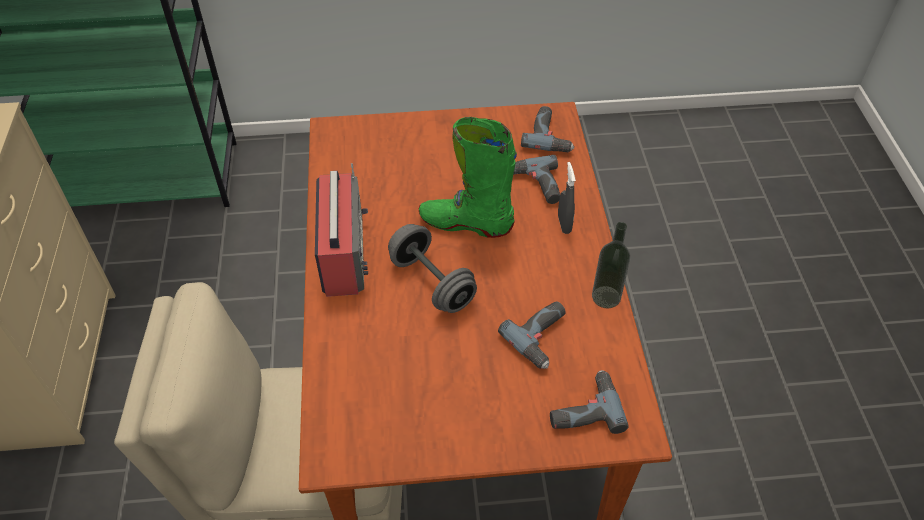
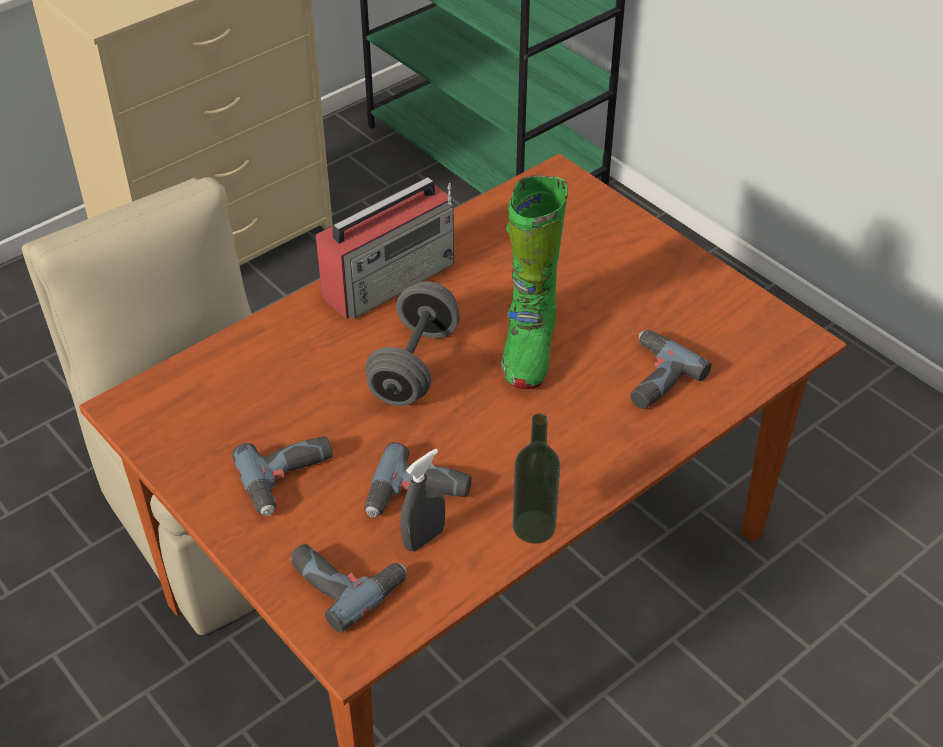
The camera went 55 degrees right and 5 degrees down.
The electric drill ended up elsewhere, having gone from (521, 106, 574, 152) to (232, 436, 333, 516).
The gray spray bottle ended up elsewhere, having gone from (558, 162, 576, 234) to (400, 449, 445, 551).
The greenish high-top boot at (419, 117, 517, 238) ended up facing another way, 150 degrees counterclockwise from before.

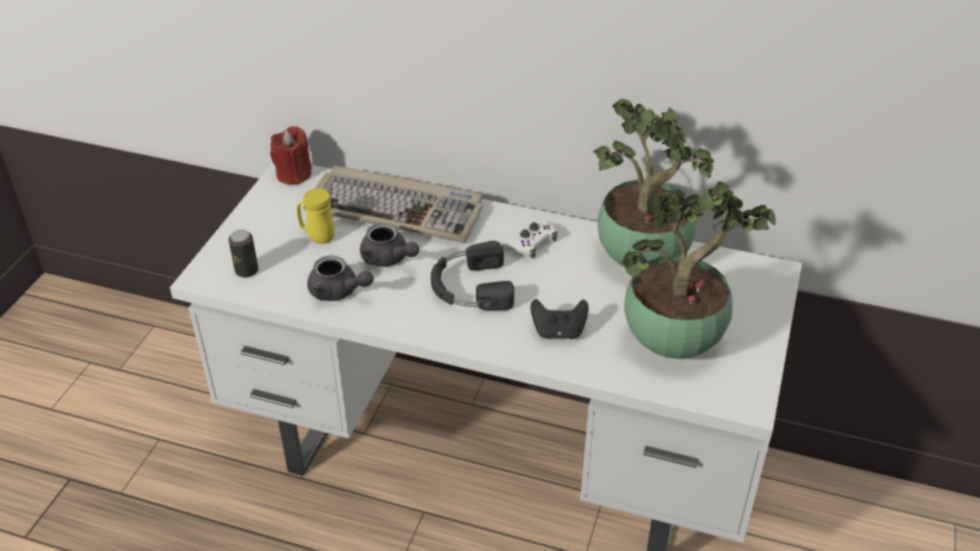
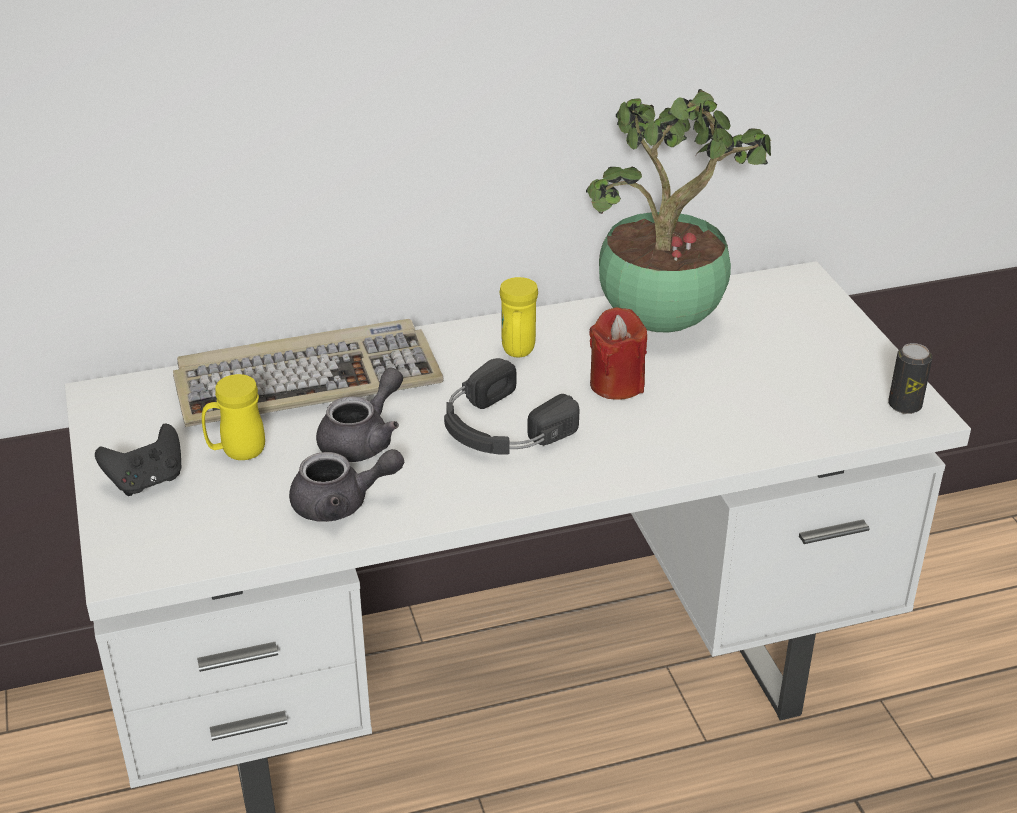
The camera went 35 degrees left and 5 degrees down.
The black gamepad ended up elsewhere, having gone from (531, 299, 589, 339) to (95, 424, 181, 496).
The gray teapot at (360, 223, 419, 267) ended up facing another way, 60 degrees counterclockwise from before.
Where the white gamepad stood at (502, 220, 557, 258), the yellow-coloured mug came to stand at (499, 277, 538, 358).
The red-coloured candle ended up elsewhere, having gone from (270, 126, 312, 185) to (589, 307, 647, 400).
The sealed can ended up elsewhere, having gone from (229, 230, 258, 278) to (888, 343, 933, 414).
The second view lost the houseplant at (622, 181, 776, 359).

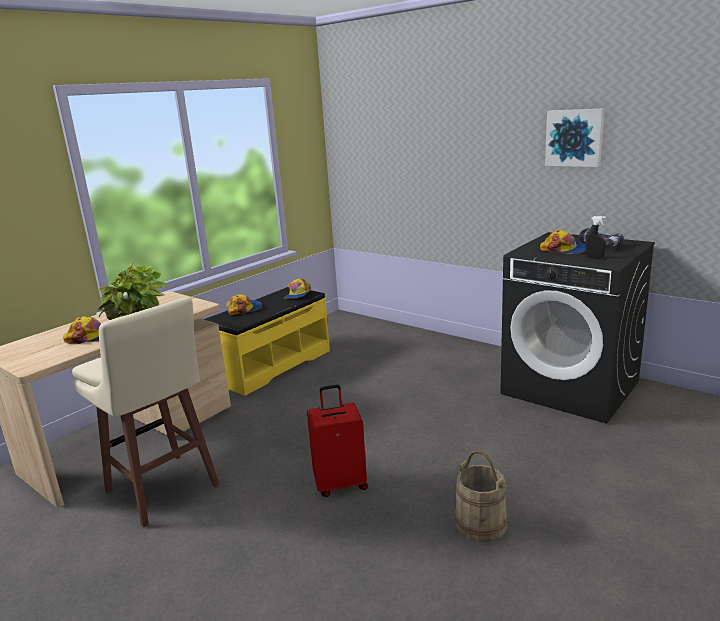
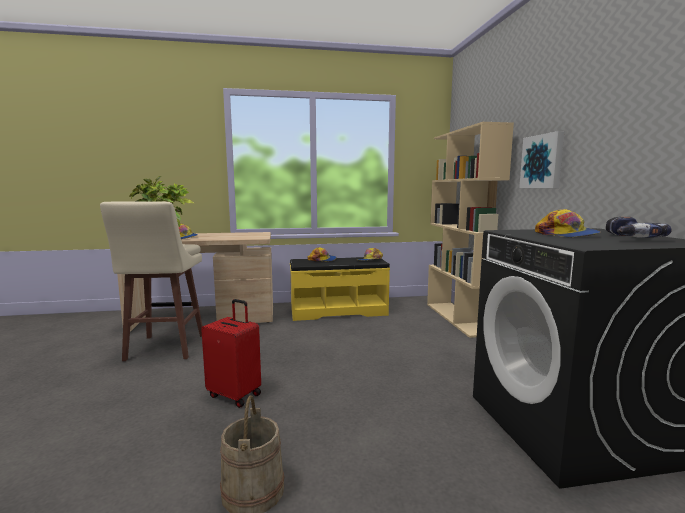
The camera went 40 degrees right and 10 degrees down.
The second view gained the sand-coloured bookcase at (427, 122, 514, 338).
The wall picture ended up elsewhere, having gone from (545, 108, 605, 167) to (519, 131, 564, 188).
The second view lost the black spray bottle at (586, 216, 606, 259).

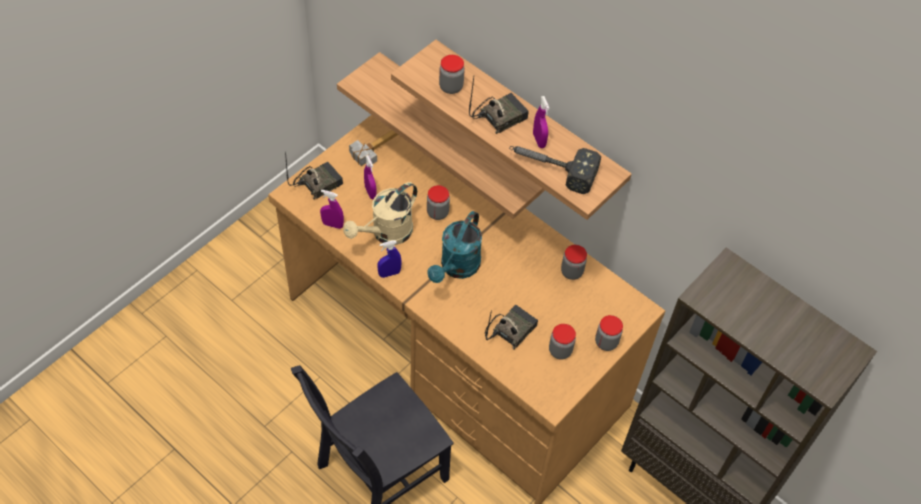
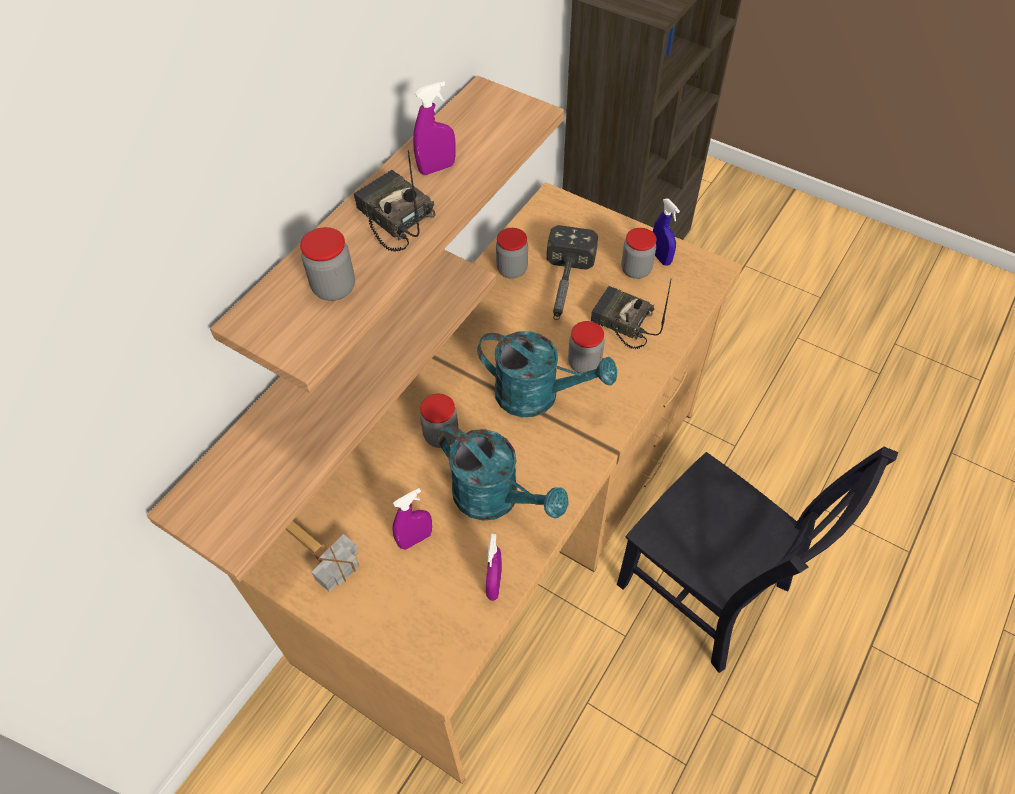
The camera went 95 degrees left and 0 degrees up.
What was the sand-coloured sprinkling can at (343, 182, 417, 245) turned into the turquoise sprinkling can at (437, 424, 569, 521).
The tool hammer ended up elsewhere, having gone from (509, 146, 601, 194) to (547, 225, 598, 320).
The preserve jar ended up elsewhere, having gone from (595, 315, 623, 351) to (568, 321, 605, 374).
The blue spray bottle ended up elsewhere, having gone from (377, 240, 402, 278) to (653, 198, 680, 266).
The second view lost the radio set at (285, 152, 343, 200).

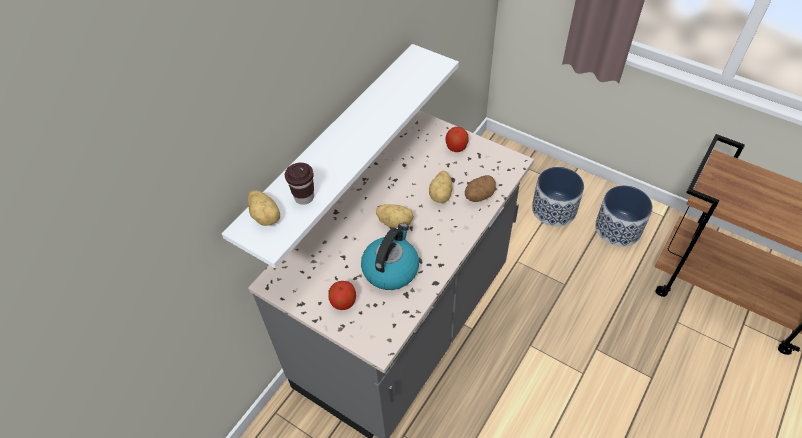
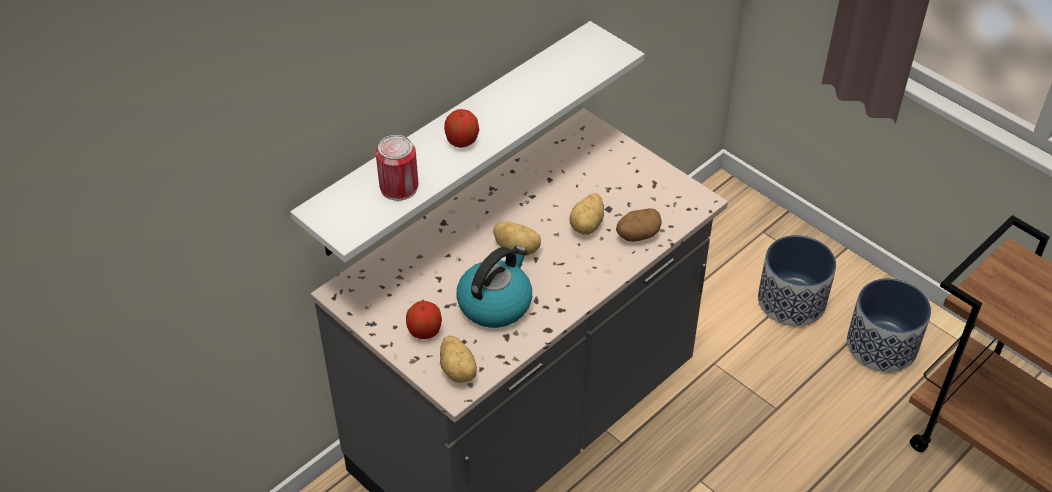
The camera went 10 degrees right and 5 degrees down.
Where the brown drinking cup stood at (285, 163, 314, 205), the sealed can came to stand at (376, 135, 418, 201).
The whole potato ended up elsewhere, having gone from (248, 190, 280, 226) to (440, 336, 477, 383).
The apple fruit ended up elsewhere, having gone from (445, 127, 469, 152) to (444, 109, 479, 148).

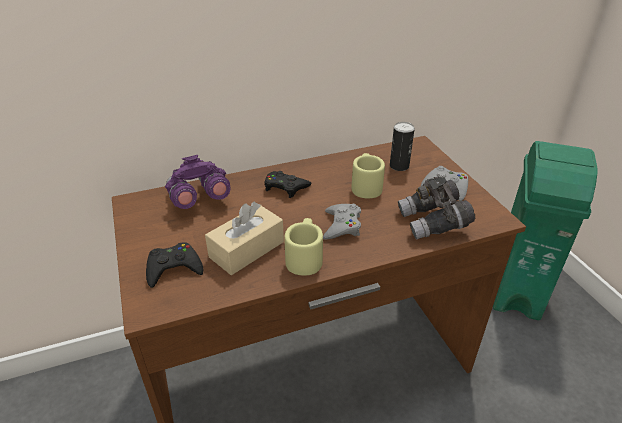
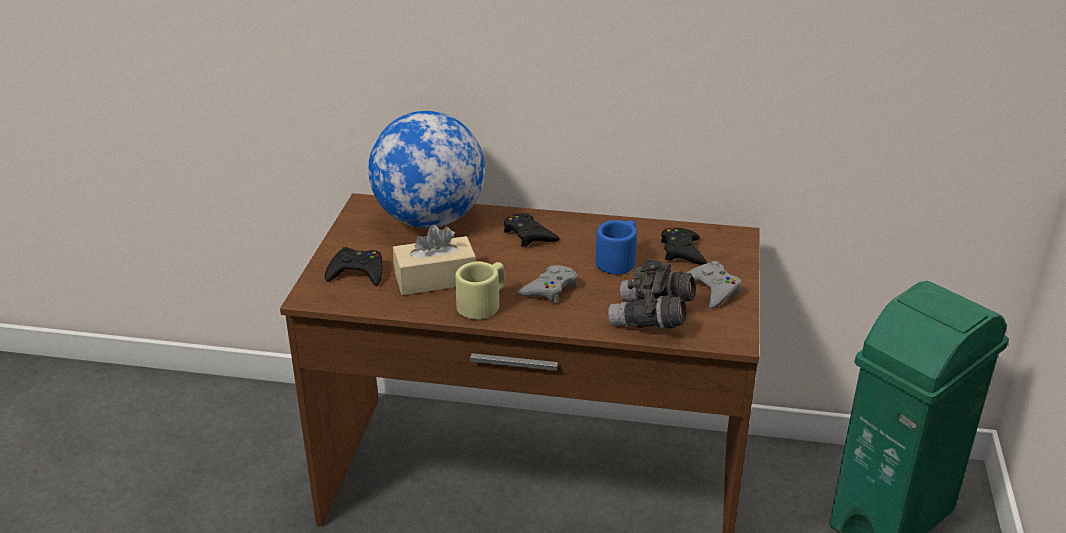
The camera went 30 degrees right and 5 degrees down.
Where the purple binoculars stood at (165, 155, 231, 209), the desk globe came to stand at (368, 111, 485, 228).
What was the sand-coloured mug at (351, 153, 385, 198) turned into the blue mug at (595, 220, 637, 274).
Where the sealed can stood at (390, 122, 415, 171), the black gamepad came to stand at (661, 227, 707, 265).

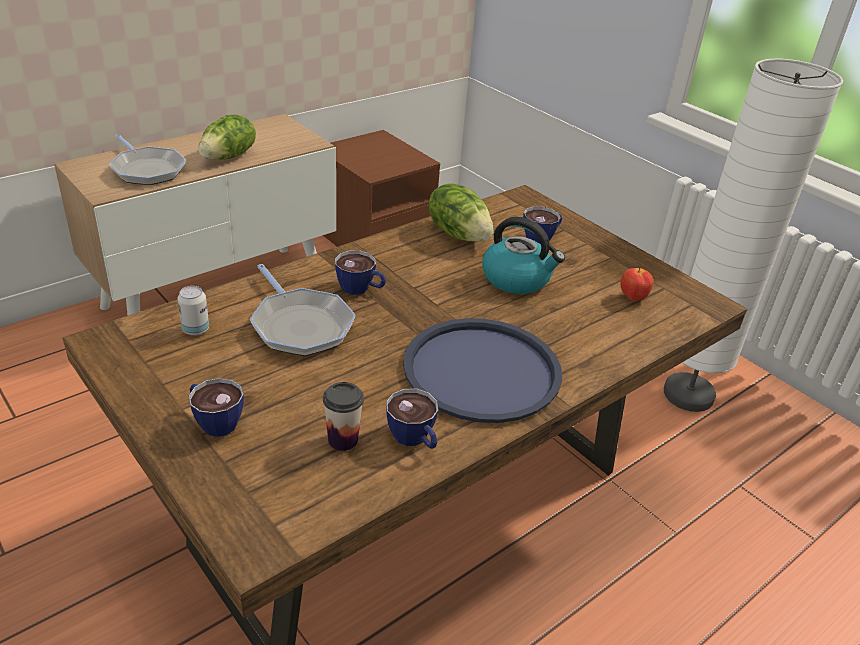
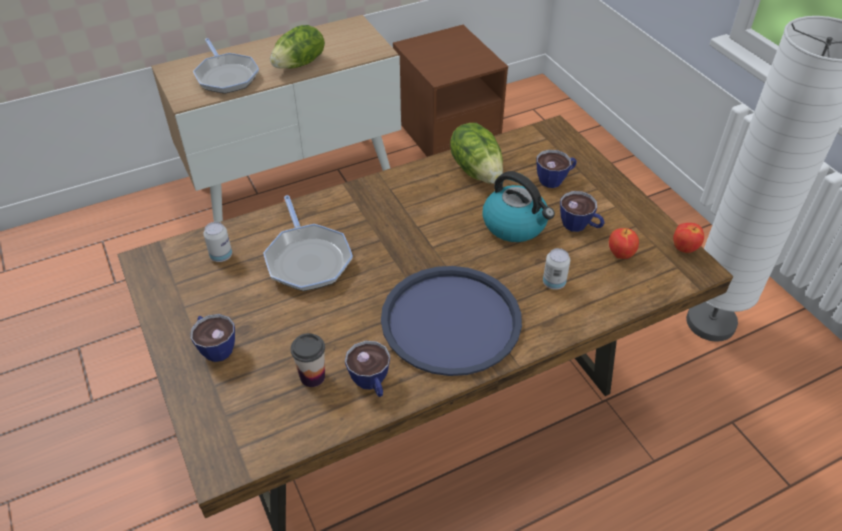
The camera went 15 degrees right and 10 degrees up.
The second view gained the sealed can at (543, 248, 570, 290).
The drinking cup ended up elsewhere, having gone from (335, 250, 386, 295) to (560, 191, 605, 232).
The second view gained the apple fruit at (673, 223, 704, 253).

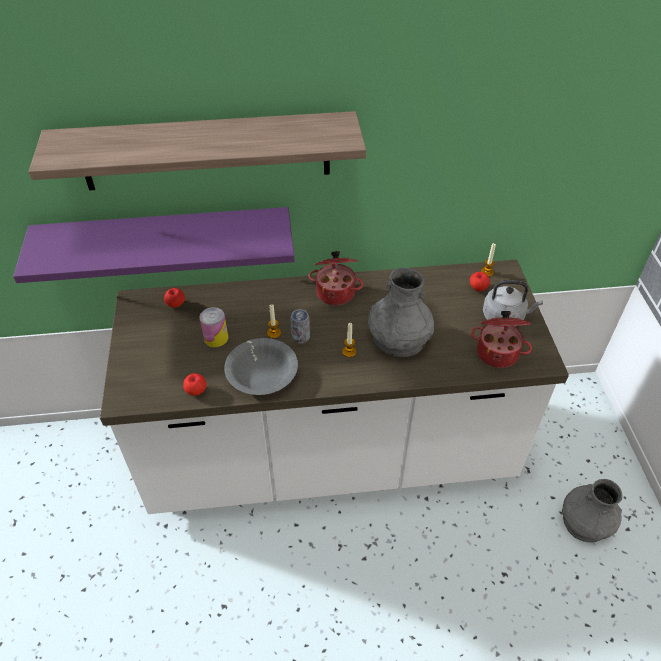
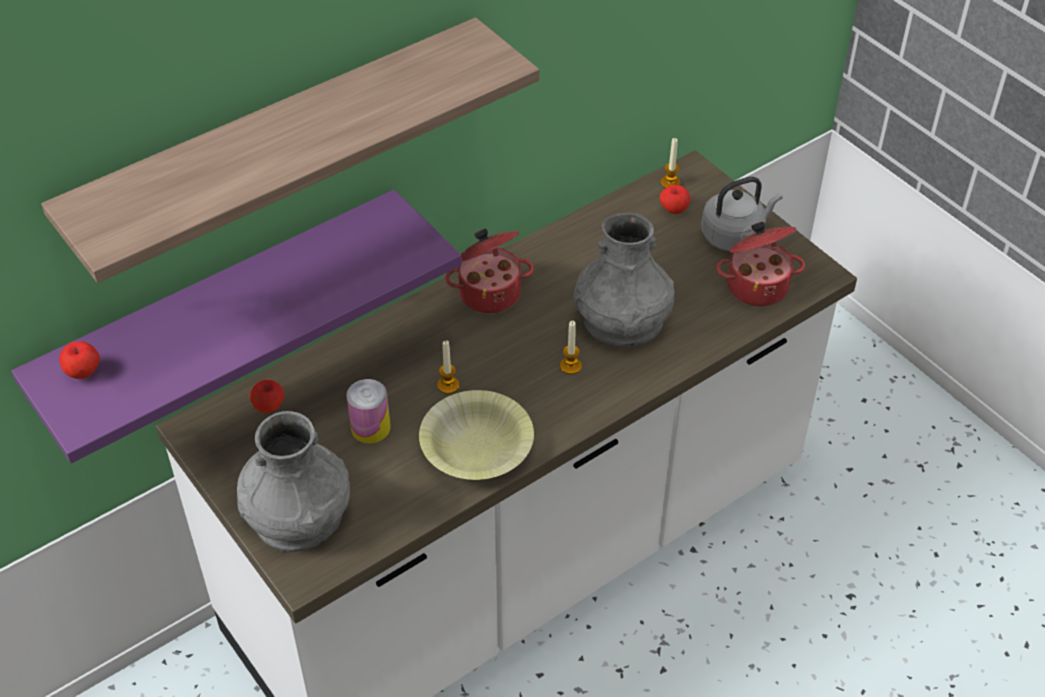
The camera went 30 degrees left and 0 degrees up.
The apple fruit ended up elsewhere, having gone from (183, 373, 206, 396) to (59, 341, 100, 379).
The gray decorative vase ended up elsewhere, having gone from (562, 479, 623, 542) to (237, 411, 350, 552).
What was the gray serving bowl at (224, 338, 298, 395) turned into the yellow-coloured serving bowl at (419, 390, 534, 480).
The second view lost the sealed can at (290, 309, 310, 344).

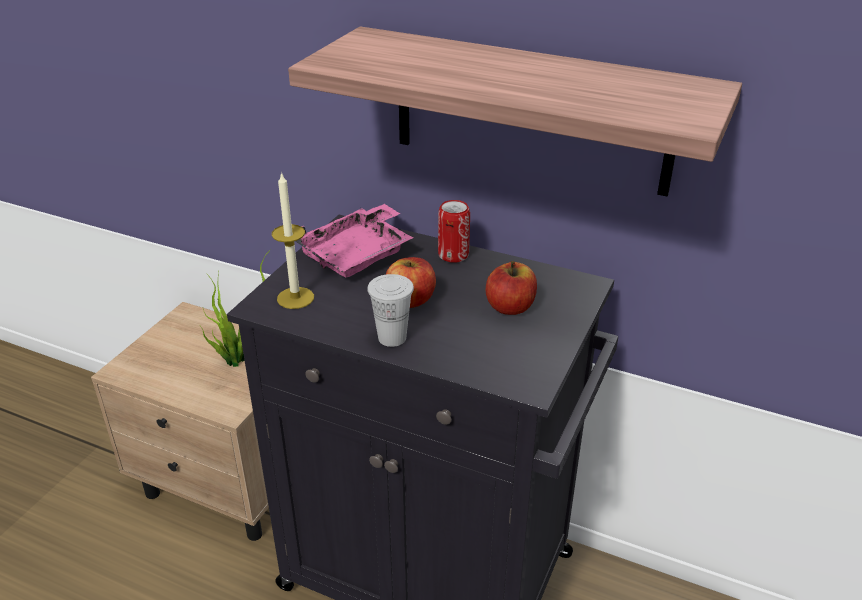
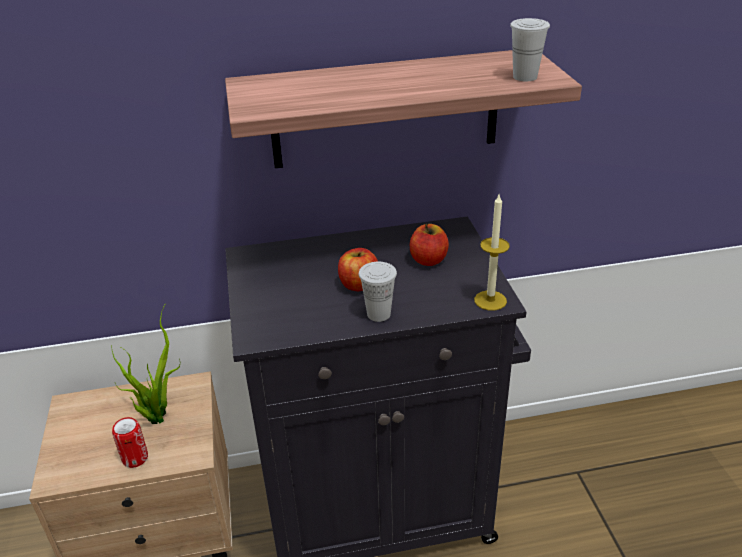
The camera went 35 degrees left and 0 degrees up.
The sealed can ended up elsewhere, having gone from (438, 200, 470, 263) to (112, 417, 148, 468).
The candle ended up elsewhere, having gone from (272, 172, 314, 309) to (474, 195, 510, 311).
The second view gained the white drinking cup at (510, 18, 550, 81).
The second view lost the pink tray at (295, 204, 414, 277).

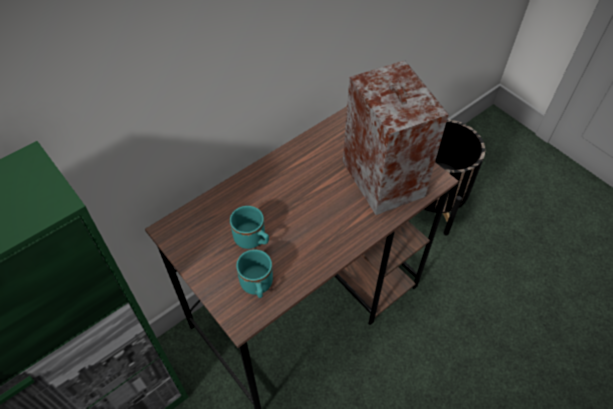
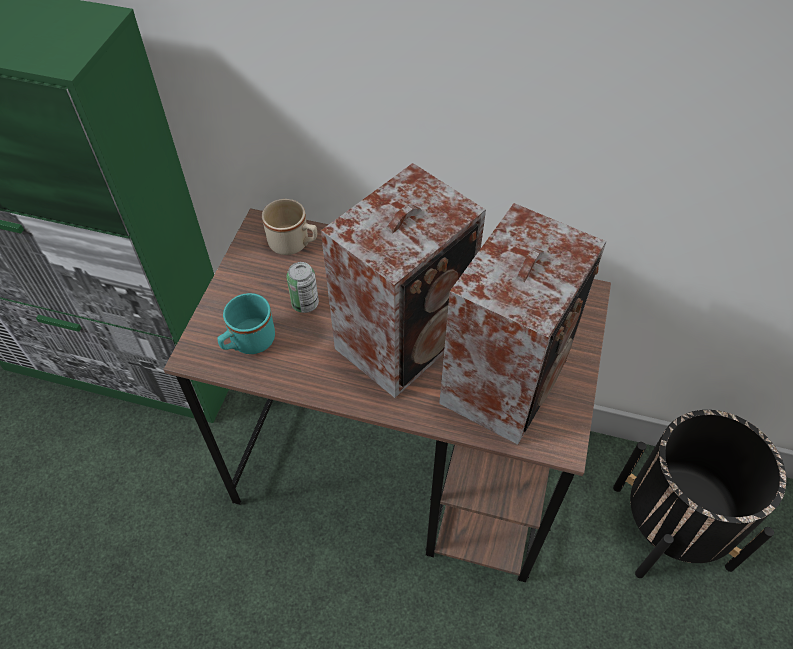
The camera went 55 degrees right and 0 degrees up.
The second view gained the sand-coloured mug at (262, 199, 317, 255).
Where the turquoise mug stood at (230, 206, 269, 249), the sealed can came to stand at (286, 262, 319, 313).
The second view gained the audio speaker at (321, 163, 486, 398).

